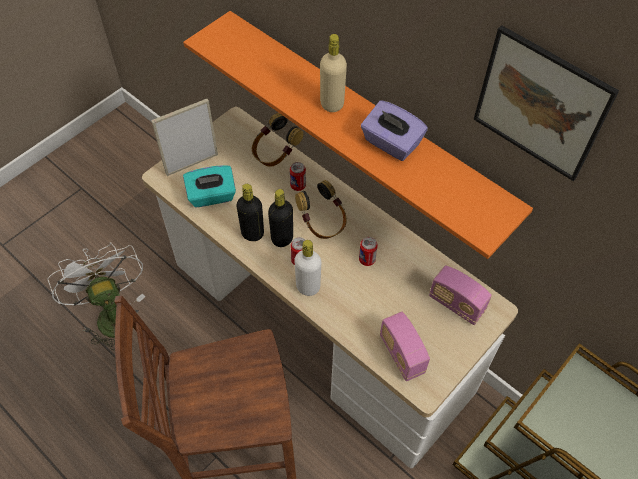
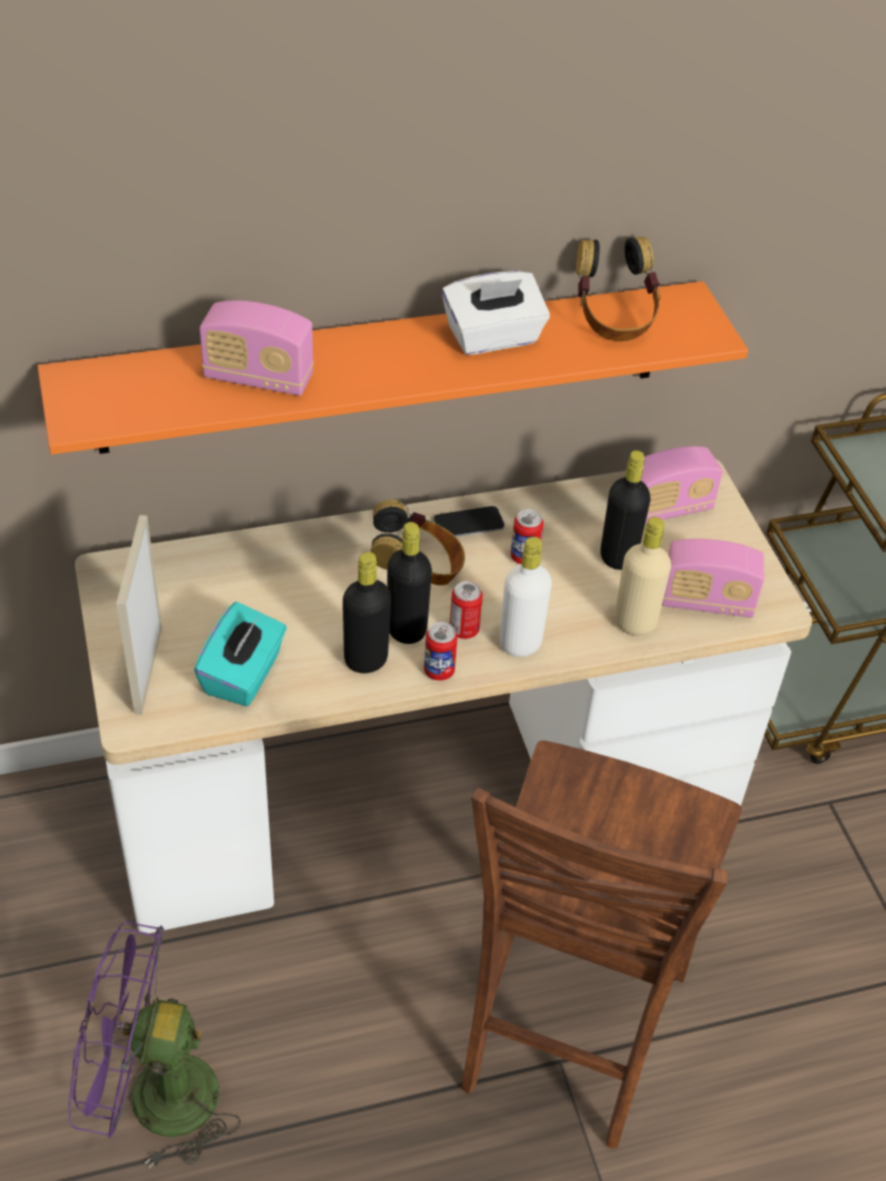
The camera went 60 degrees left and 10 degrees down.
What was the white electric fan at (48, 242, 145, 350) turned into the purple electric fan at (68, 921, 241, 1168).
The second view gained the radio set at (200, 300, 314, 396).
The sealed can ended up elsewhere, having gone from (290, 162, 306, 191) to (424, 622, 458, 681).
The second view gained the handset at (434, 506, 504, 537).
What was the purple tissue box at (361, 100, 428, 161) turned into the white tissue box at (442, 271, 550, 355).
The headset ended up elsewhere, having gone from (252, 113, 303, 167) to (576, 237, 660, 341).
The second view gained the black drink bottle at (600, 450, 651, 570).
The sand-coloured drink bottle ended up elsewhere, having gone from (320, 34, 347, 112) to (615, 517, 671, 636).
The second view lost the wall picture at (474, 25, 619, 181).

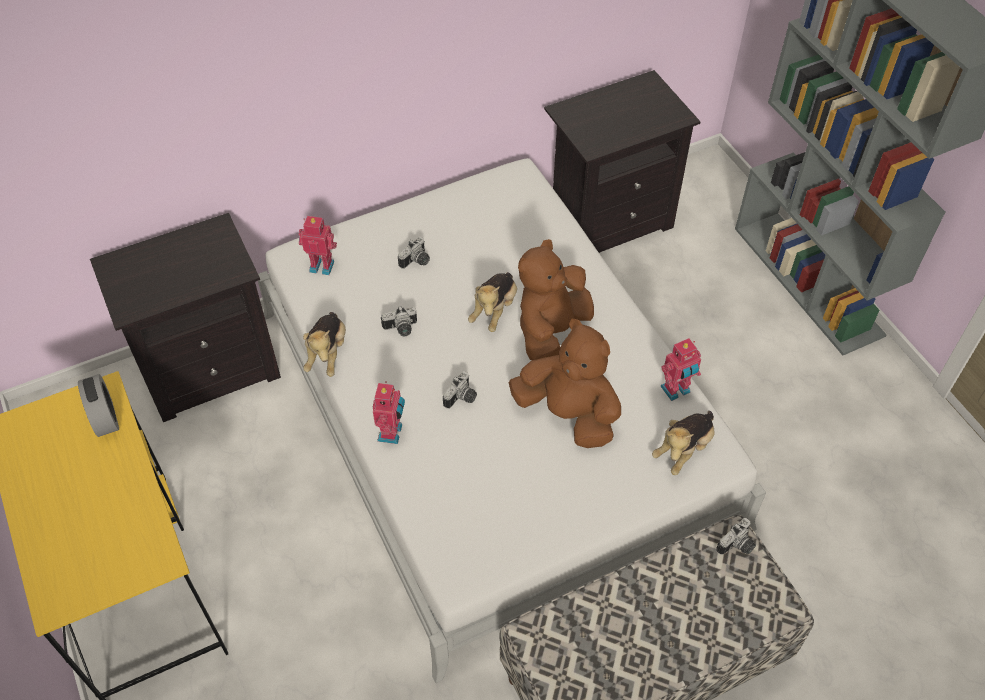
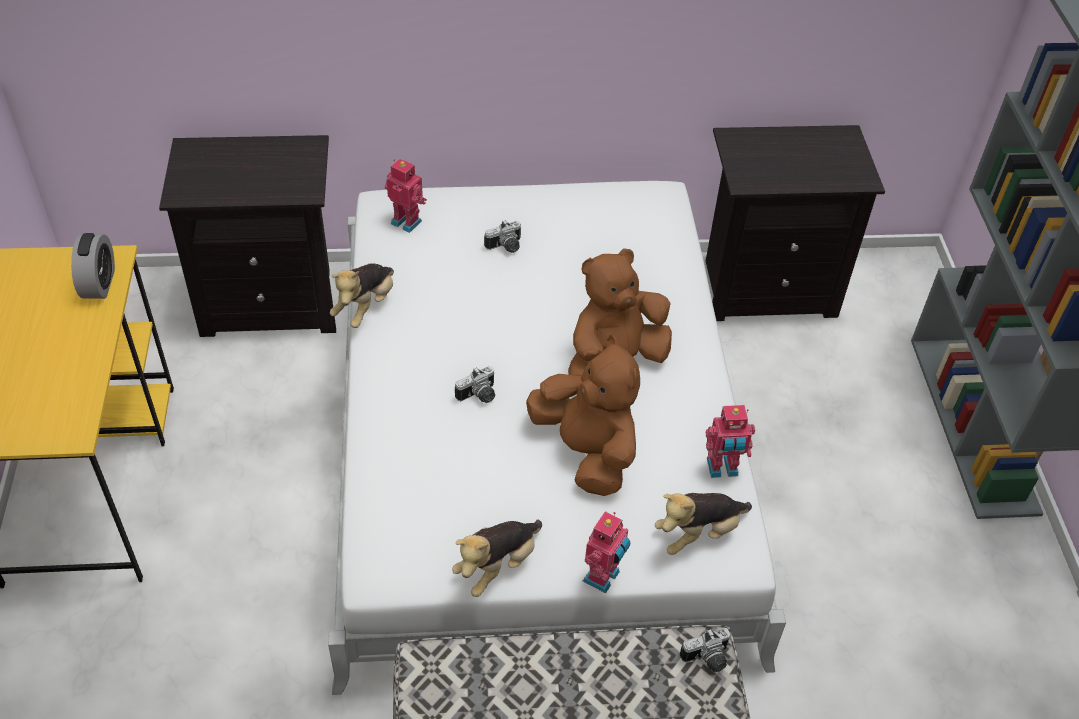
The camera went 20 degrees right and 5 degrees down.
The plush toy ended up elsewhere, having gone from (468, 272, 517, 332) to (452, 520, 542, 597).
The model robot ended up elsewhere, having gone from (373, 381, 405, 444) to (583, 511, 630, 593).
The second view lost the still camera at (381, 306, 417, 336).

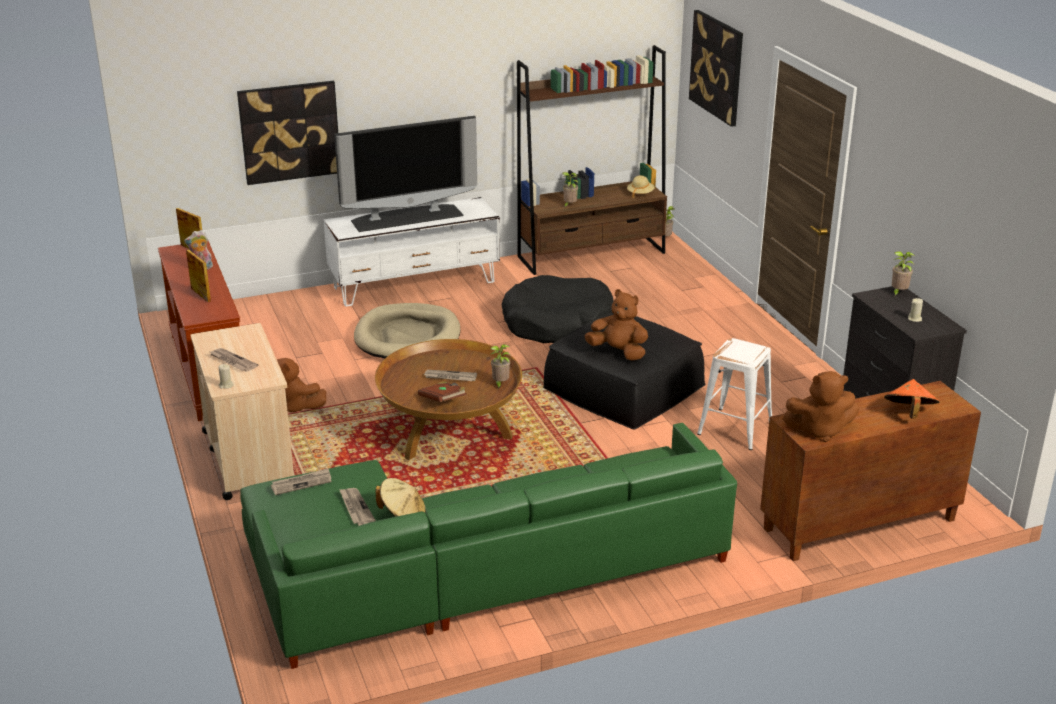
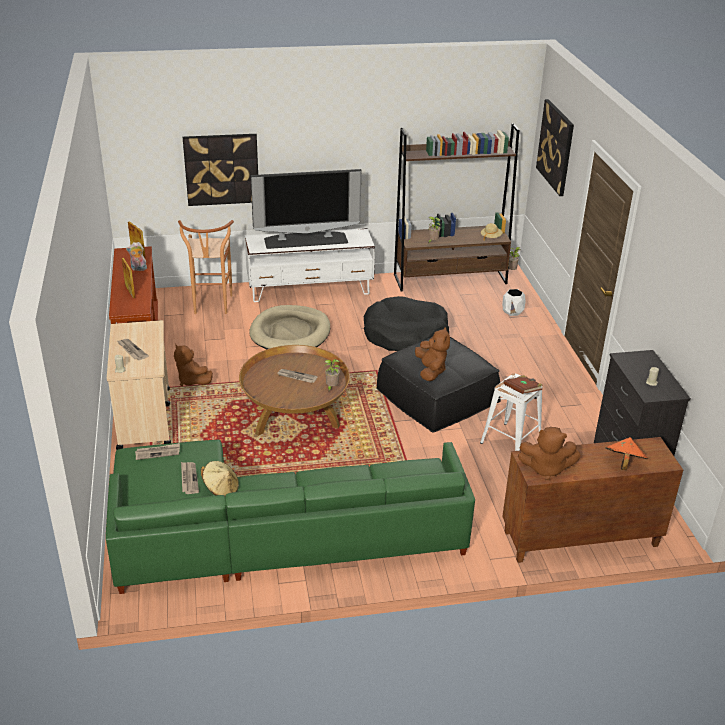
The camera went 10 degrees right and 5 degrees up.
The second view gained the brown stool seat at (178, 220, 234, 314).
The brown plush toy at (585, 289, 648, 361) ended up facing another way, 45 degrees clockwise from before.
The second view gained the white planter at (502, 289, 526, 316).
The brown book ended up elsewhere, having gone from (418, 381, 466, 402) to (504, 375, 542, 394).
The second view lost the houseplant at (892, 251, 915, 296).

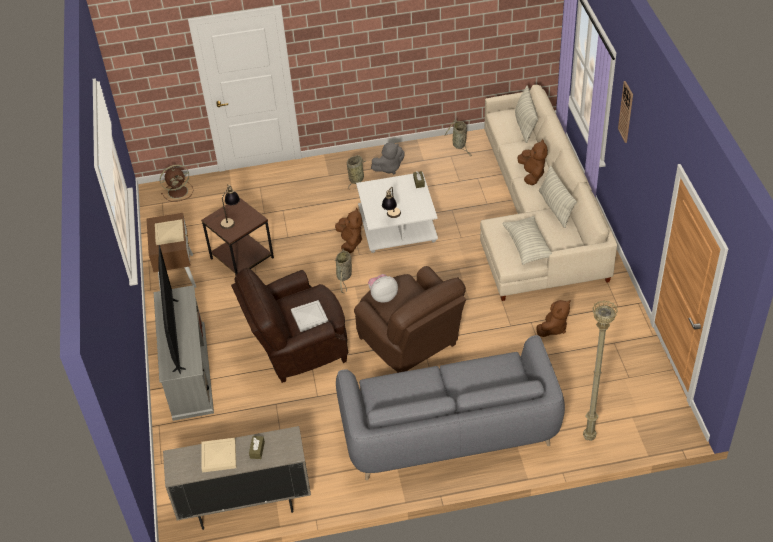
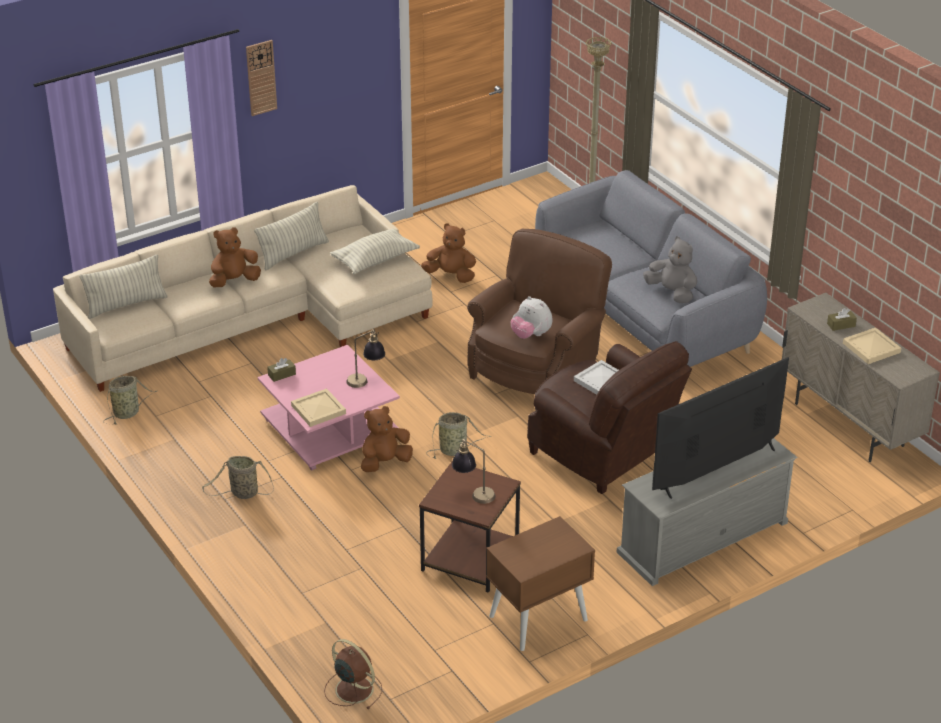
The camera went 115 degrees left and 10 degrees down.
What was the white coffee table at (356, 172, 438, 253) turned into the pink coffee table at (258, 345, 400, 471).
The sand-coloured tray ended up elsewhere, having gone from (155, 219, 184, 245) to (291, 388, 346, 427).
The gray plush toy ended up elsewhere, having gone from (371, 142, 405, 174) to (643, 236, 697, 303).

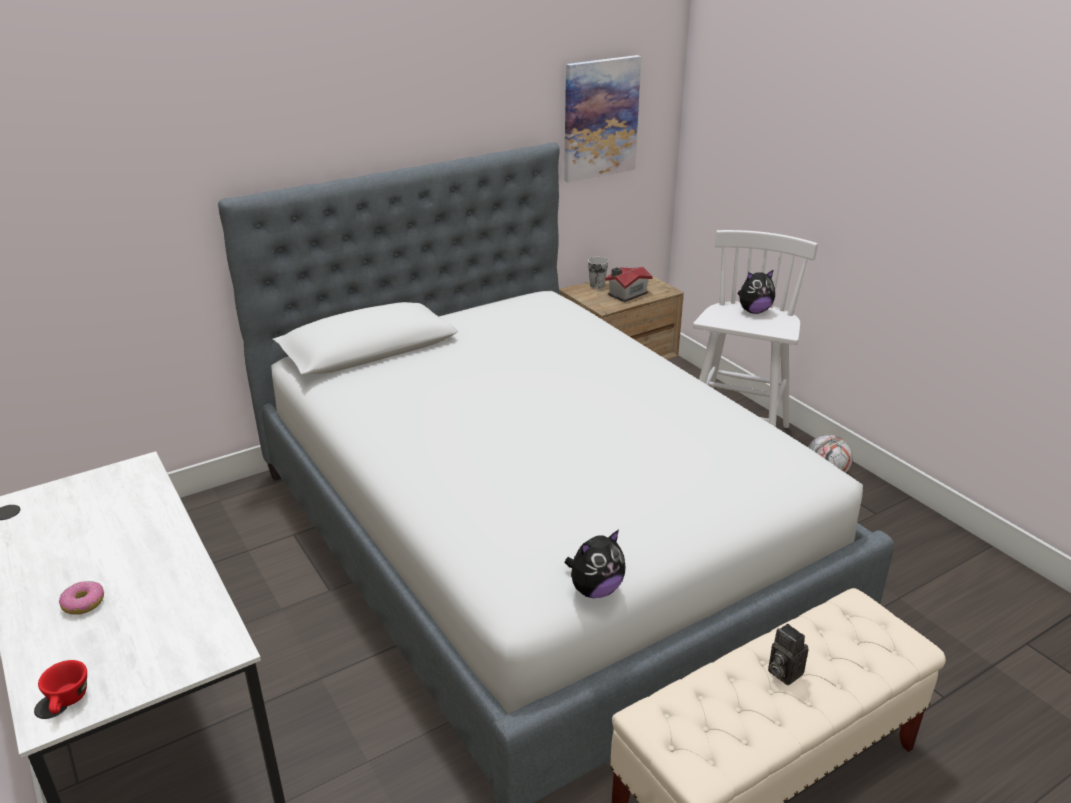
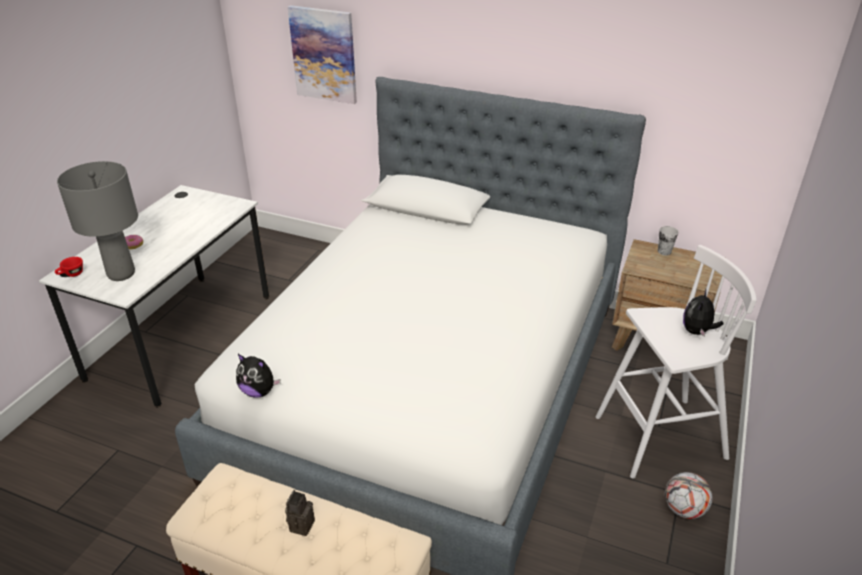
The camera went 55 degrees right and 5 degrees up.
The second view gained the gray tabletop lamp at (57, 161, 138, 281).
The wall picture ended up elsewhere, having gone from (564, 55, 641, 183) to (288, 5, 357, 104).
The plush toy at (738, 269, 775, 314) ended up facing another way, 75 degrees clockwise from before.
The second view lost the toy house at (605, 267, 653, 302).

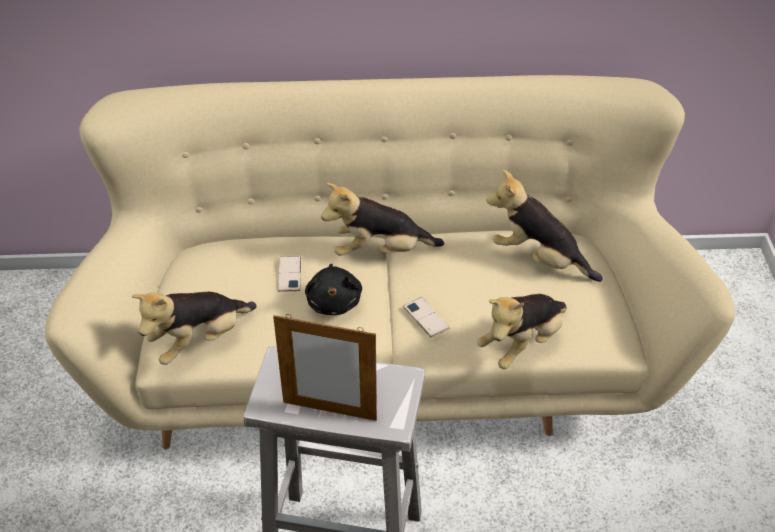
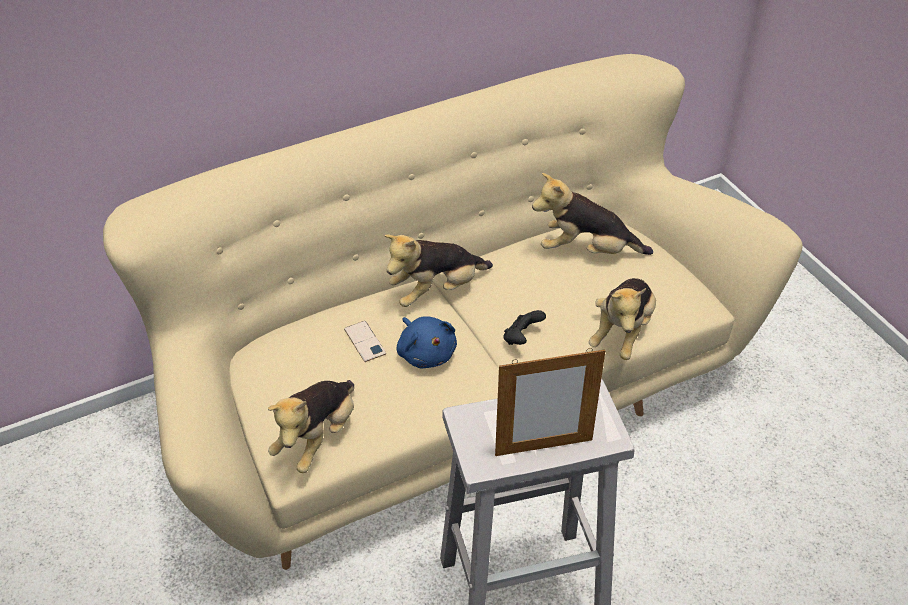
The camera went 25 degrees left and 0 degrees up.
What was the black plush toy at (305, 264, 362, 315) turned into the blue plush toy at (397, 316, 457, 369).
Where the handset stood at (403, 297, 449, 338), the black gamepad came to stand at (503, 310, 546, 345).

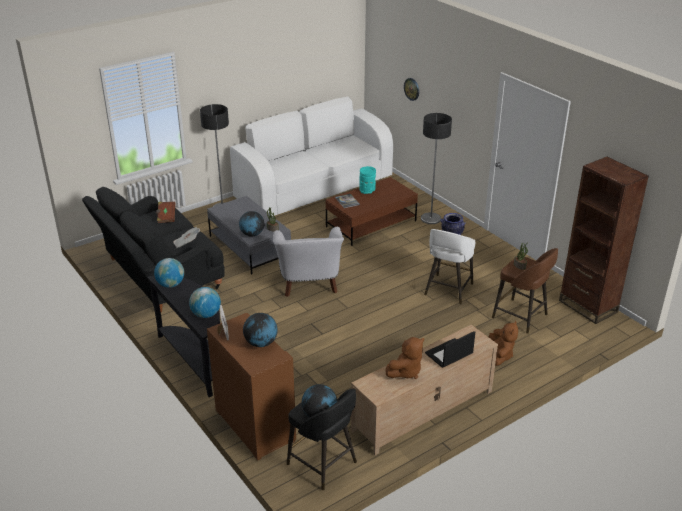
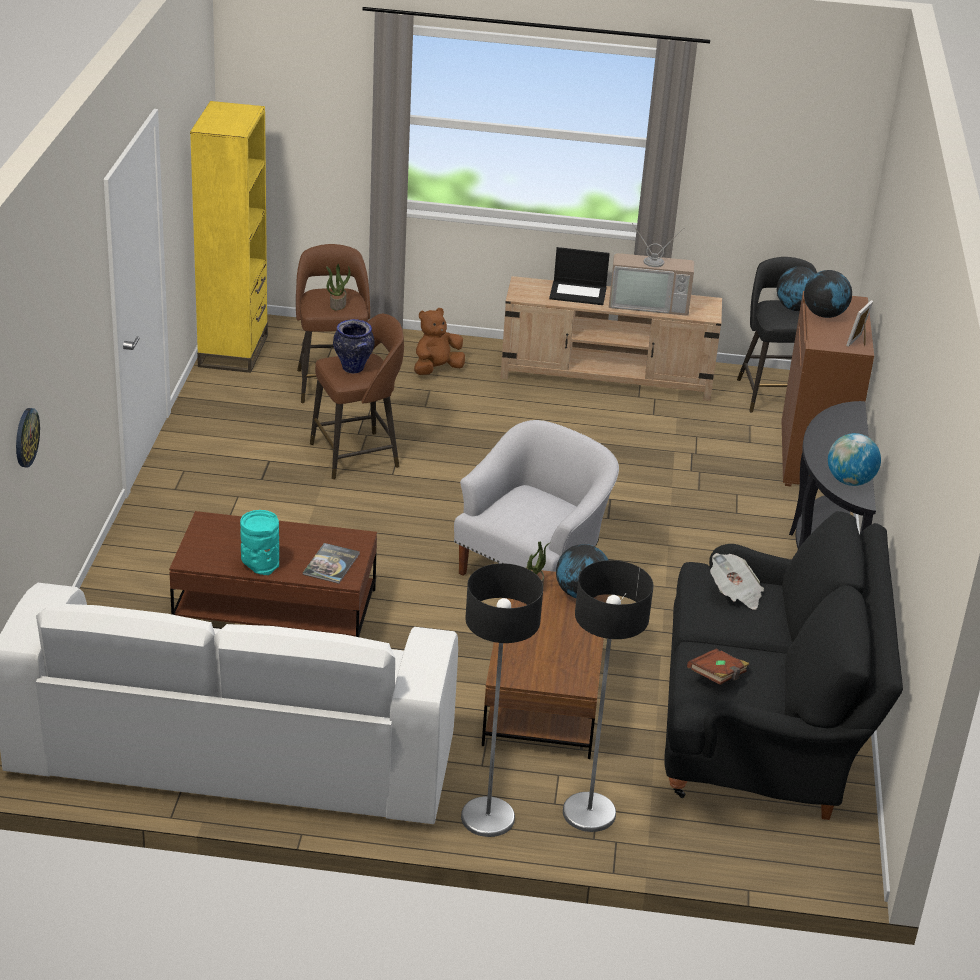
The camera went 140 degrees left and 0 degrees up.
What was the brown bookcase at (559, 157, 649, 324) turned into the yellow-coloured bookcase at (190, 101, 268, 373).
What was the white stool seat at (424, 229, 475, 304) turned into the brown stool seat at (310, 314, 404, 479).
What was the gray coffee table at (207, 196, 291, 274) turned into the brown coffee table at (482, 570, 609, 759).
The floor lamp ended up elsewhere, having gone from (421, 113, 452, 224) to (563, 560, 653, 832).
Where the brown plush toy stood at (386, 337, 424, 379), the TV came to stand at (609, 223, 694, 316).
The second view lost the desk globe at (189, 287, 221, 318).

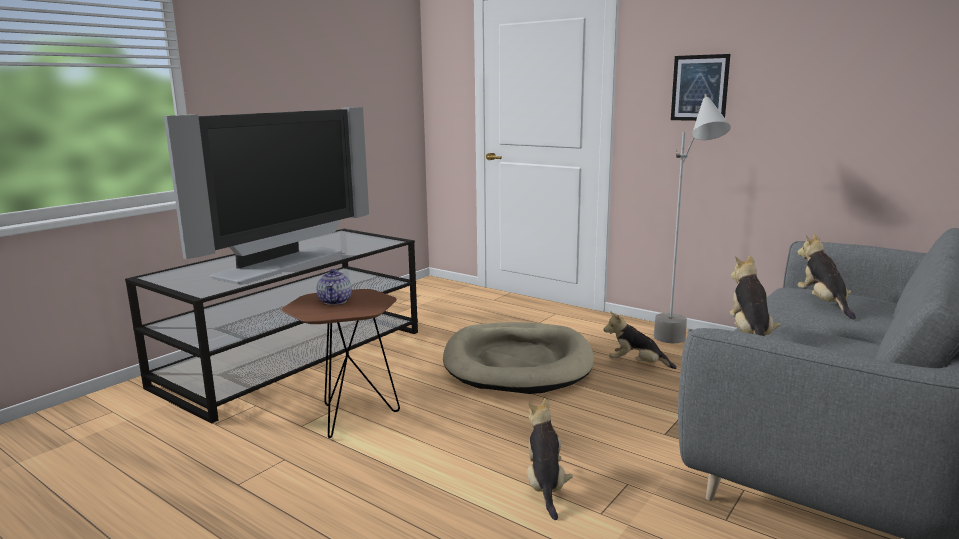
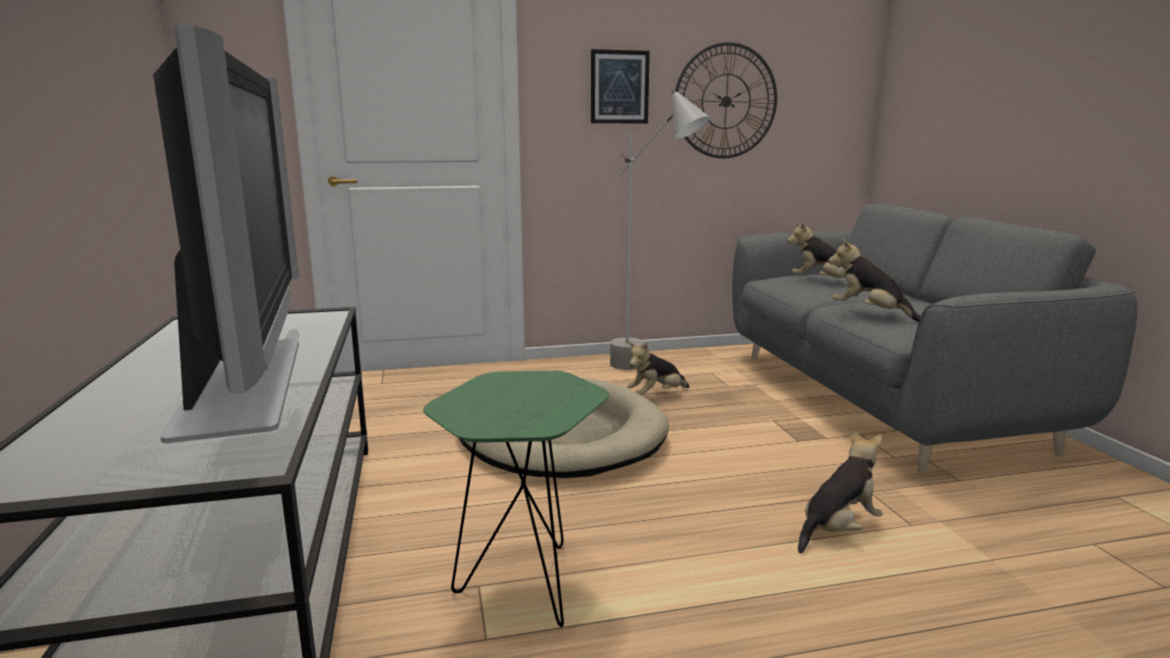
The camera went 50 degrees left and 0 degrees up.
What was the brown end table at (281, 289, 400, 439) turned into the greenish end table at (423, 371, 609, 627).
The second view gained the hanging clock at (675, 42, 777, 158).
The plush toy at (527, 398, 573, 520) ended up facing another way, 105 degrees clockwise from before.
The second view lost the teapot at (317, 269, 352, 305).

